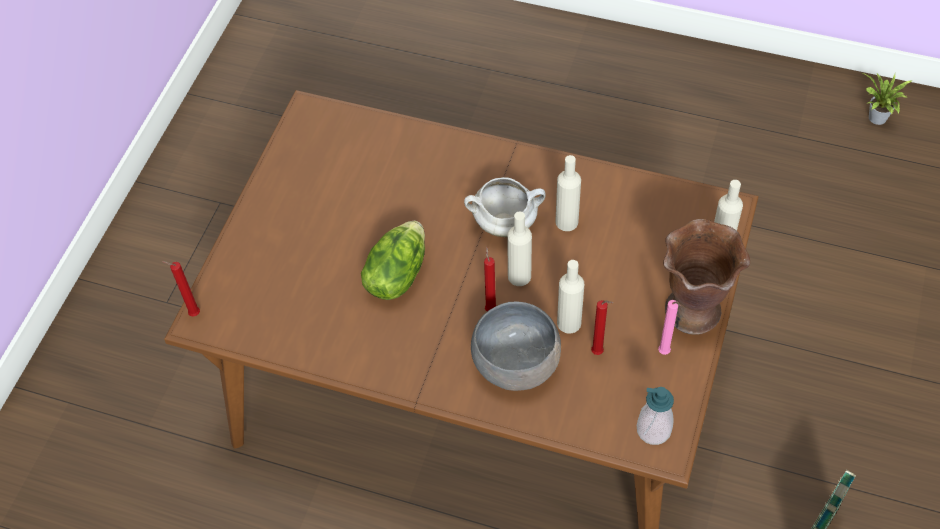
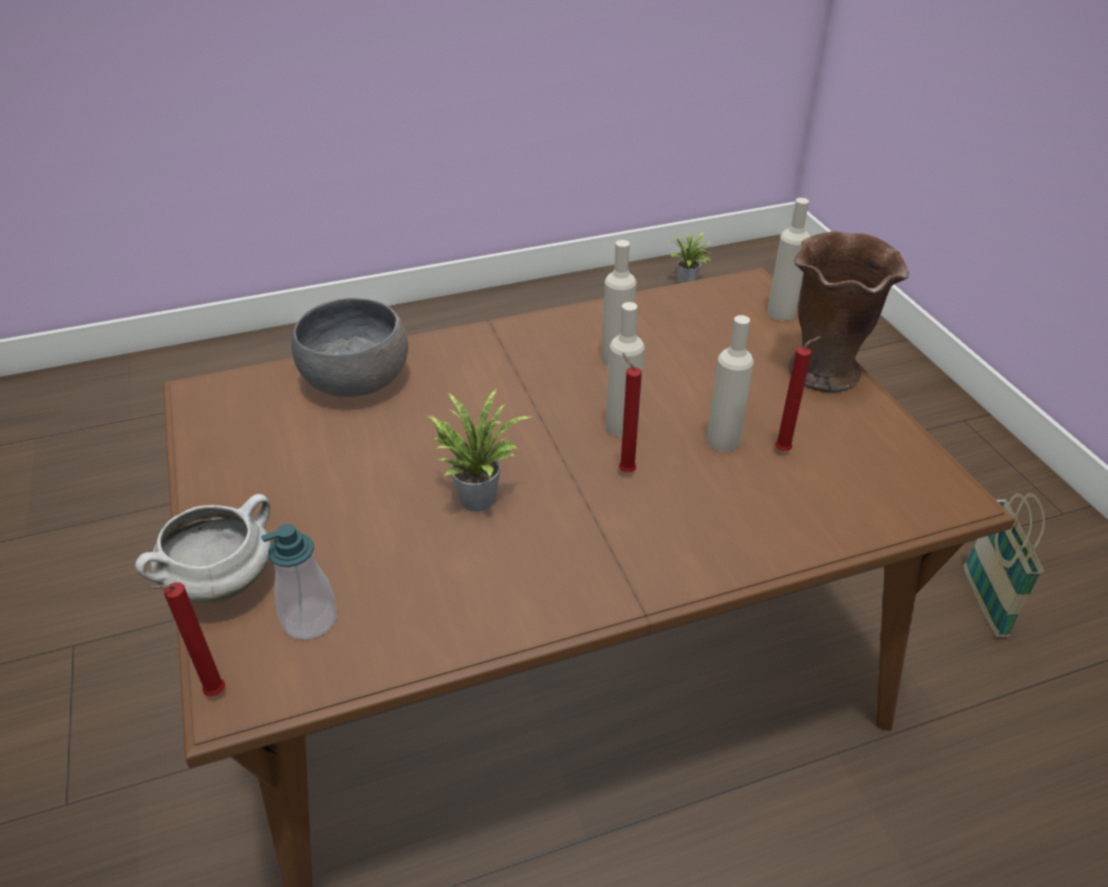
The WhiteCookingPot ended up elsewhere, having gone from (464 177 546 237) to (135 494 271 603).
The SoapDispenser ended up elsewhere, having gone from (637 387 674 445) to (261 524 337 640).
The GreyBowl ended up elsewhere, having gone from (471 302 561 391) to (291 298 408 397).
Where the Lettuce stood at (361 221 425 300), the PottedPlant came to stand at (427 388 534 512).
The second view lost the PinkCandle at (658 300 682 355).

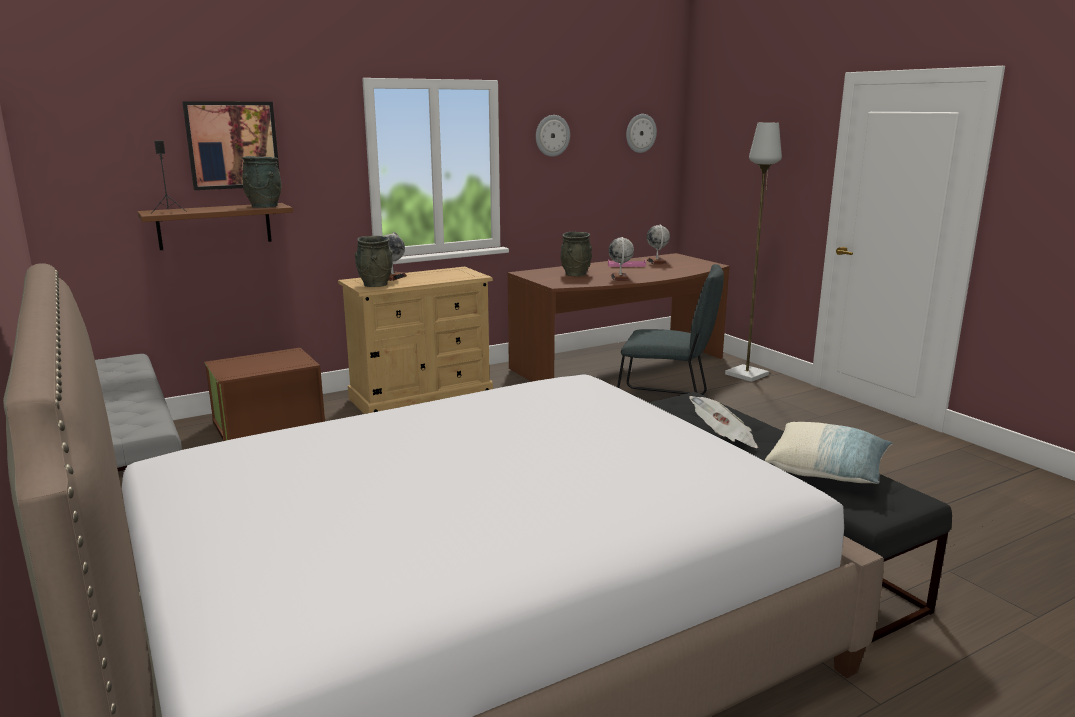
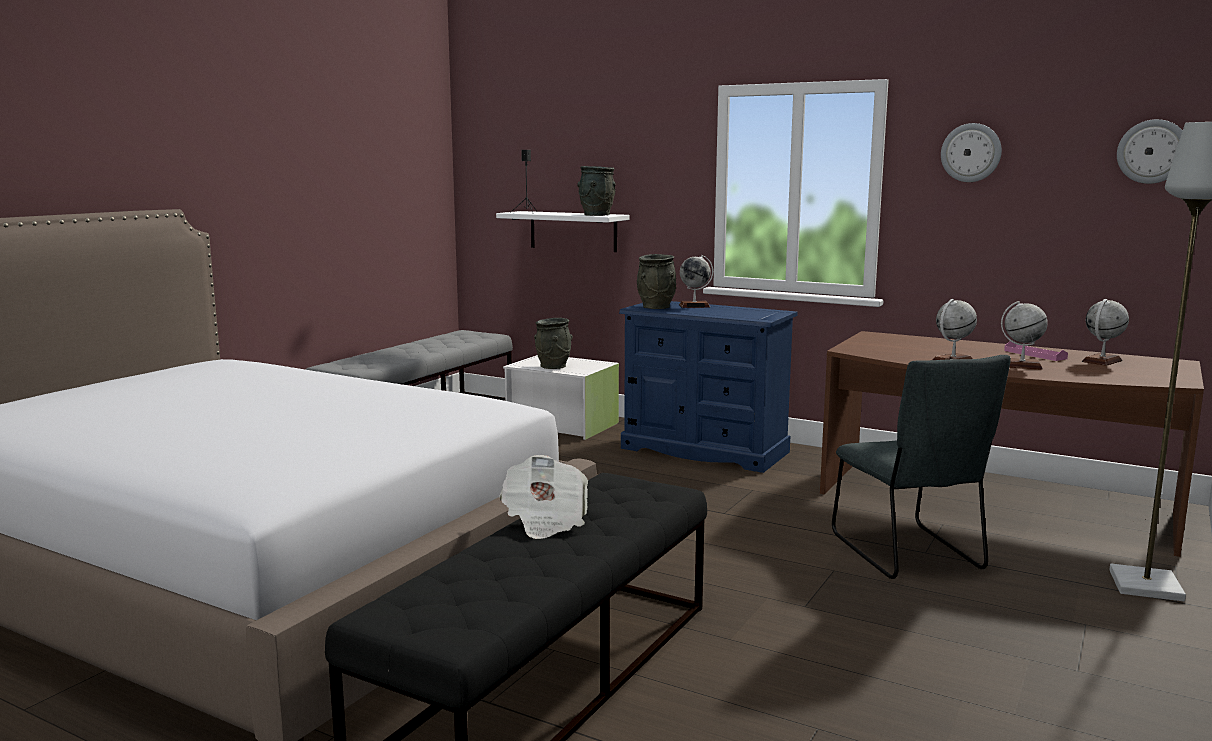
What was the BrownShelf at (137 203 293 250) turned into the WhiteShelf at (496 211 629 252).
What was the BrownStorageBox at (204 348 325 441) turned into the WhiteStorageBox at (503 355 619 440).
The GreyVase ended up elsewhere, having gone from (560 232 592 277) to (534 318 573 369).
What was the BeigeDresser at (338 267 493 414) turned into the BlueDresser at (619 301 798 473).
The second view gained the Globe at (1001 301 1048 370).
The second view lost the Picture at (182 101 279 190).
The second view lost the Pillow at (765 422 893 484).

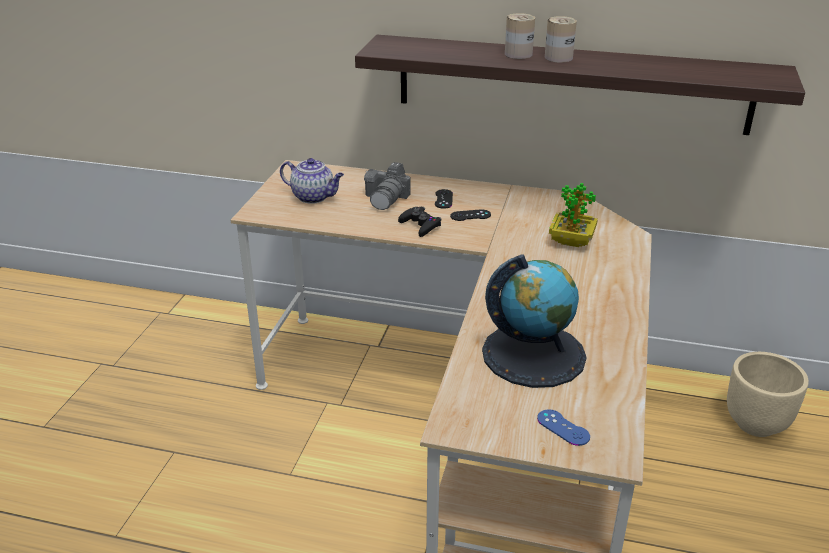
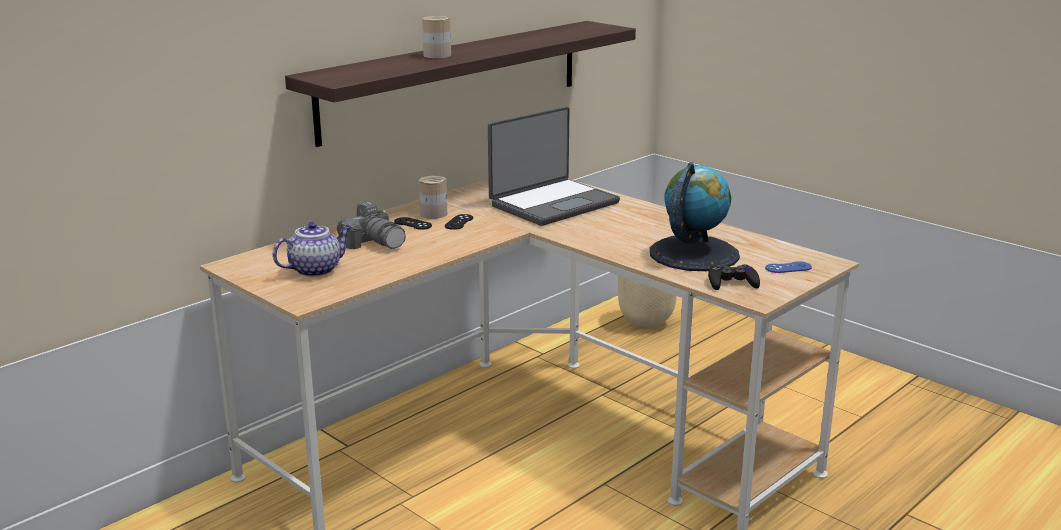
The Can ended up elsewhere, having gone from (545 16 577 62) to (419 176 447 219).
Where the PottedPlant stood at (549 183 598 247), the Laptop came to stand at (488 106 620 226).
The BlackGameController ended up elsewhere, having gone from (398 207 442 237) to (708 264 760 290).

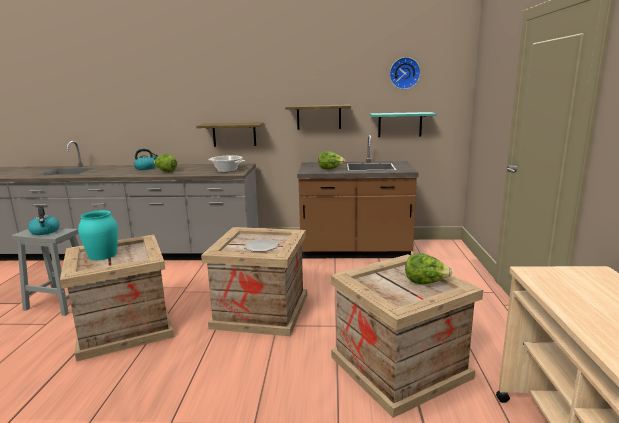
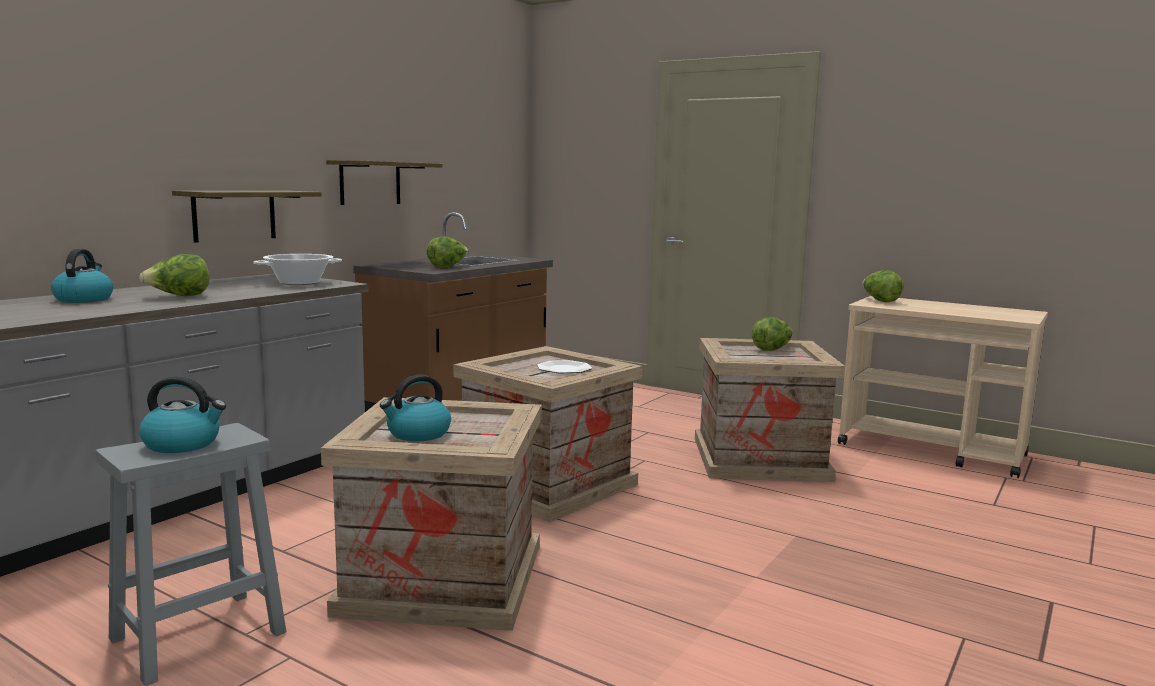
Where the TurquoiseVase stood at (78 210 118 260), the Kettle came to stand at (380 374 451 441).
The second view gained the Lettuce at (862 270 904 302).
The second view lost the TurquoiseShelf at (370 112 436 137).
The second view lost the WallClock at (390 57 421 89).

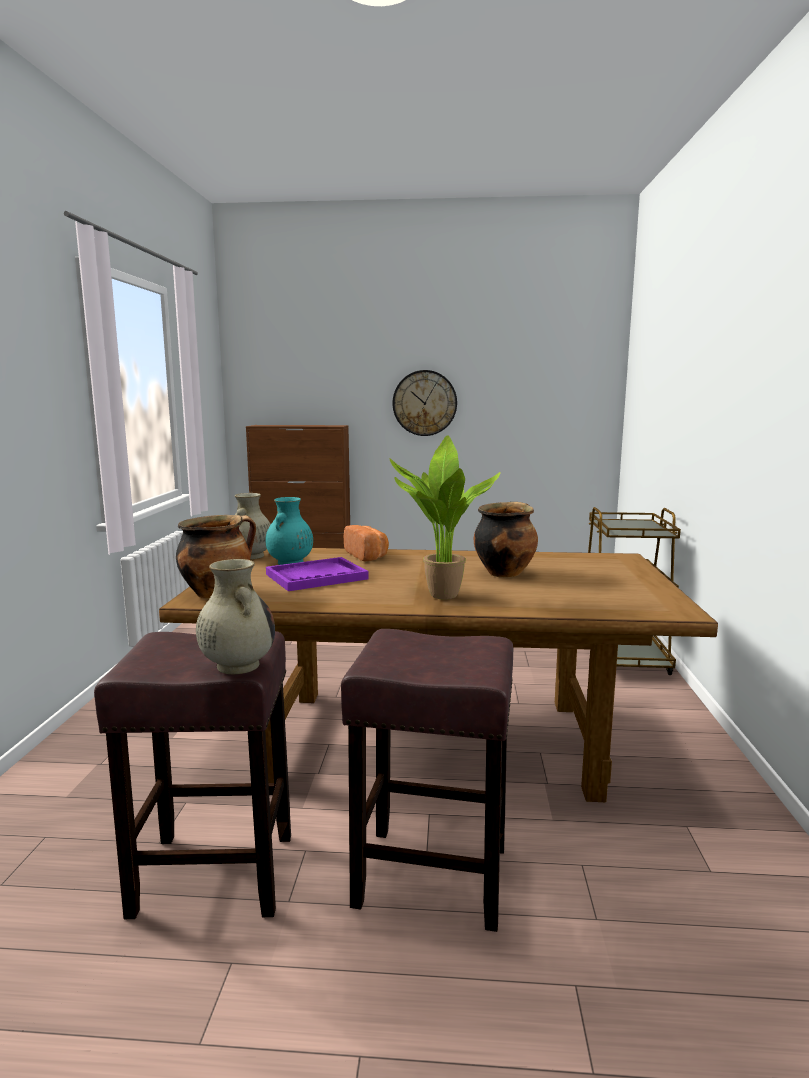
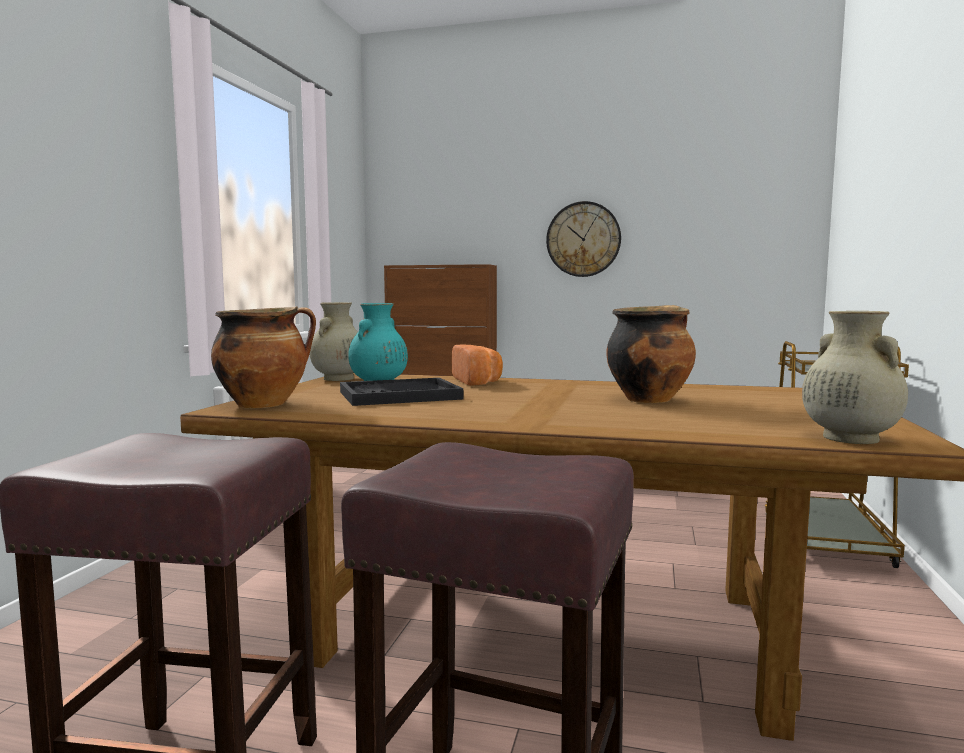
What was the PurpleTray at (266 557 369 591) turned into the BlackTray at (340 378 463 406).
The BeigeVase ended up elsewhere, having gone from (196 559 275 674) to (802 311 908 444).
The second view lost the PottedPlant at (389 436 501 600).

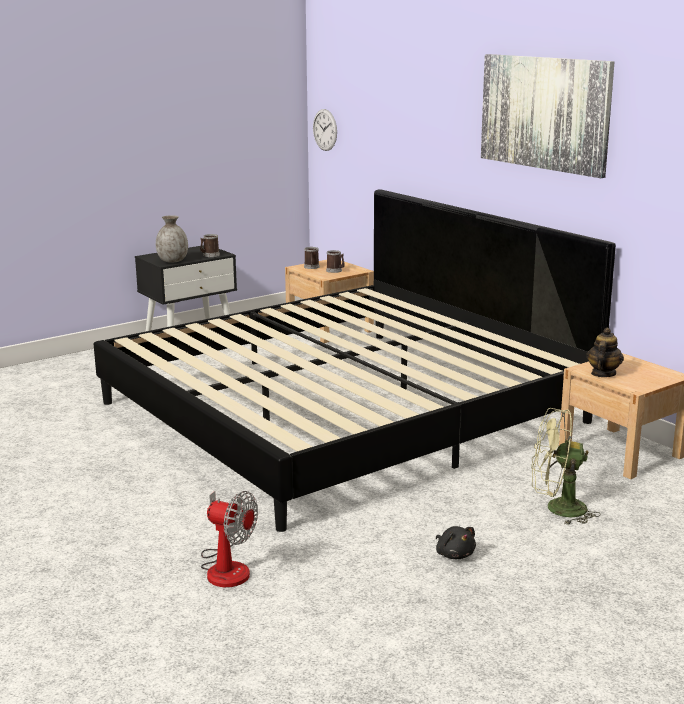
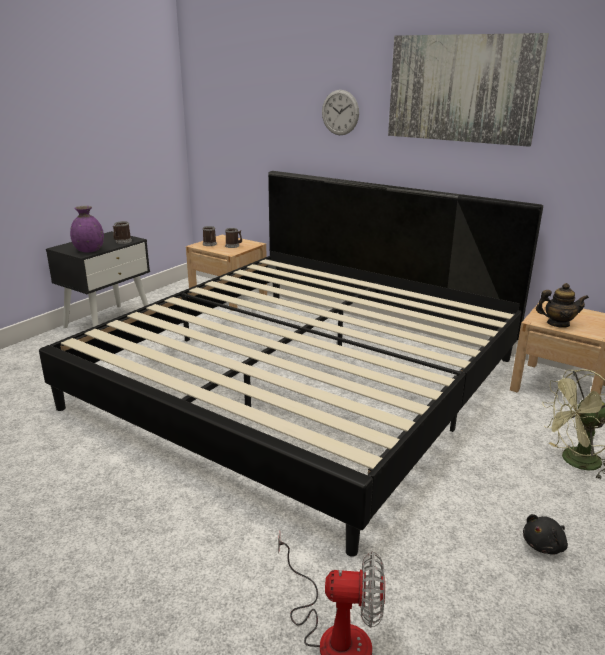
What was the GreyVase at (156 215 188 263) turned into the PurpleVase at (70 206 104 252).
The WallClock ended up elsewhere, having gone from (313 109 337 151) to (322 90 359 135).
The BlackPlushToy at (436 526 476 559) ended up facing another way, 105 degrees clockwise from before.
The Teapot at (587 328 624 377) ended up facing another way, 90 degrees clockwise from before.

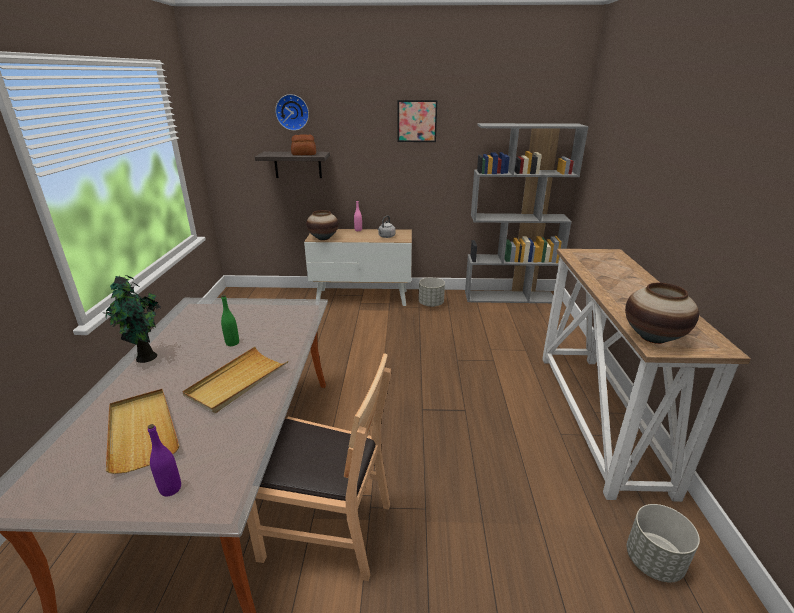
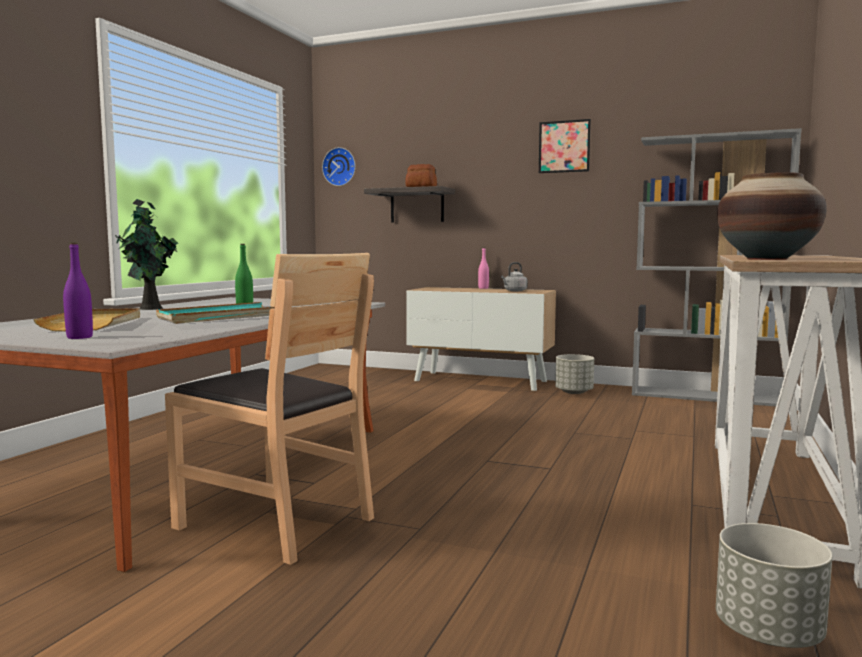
What was the BeigeTray at (182 347 288 413) turned into the TurquoiseTray at (156 302 275 324).
The WallClock ended up elsewhere, having gone from (275 94 309 131) to (322 147 356 186).
The second view lost the Vase at (306 210 338 240).

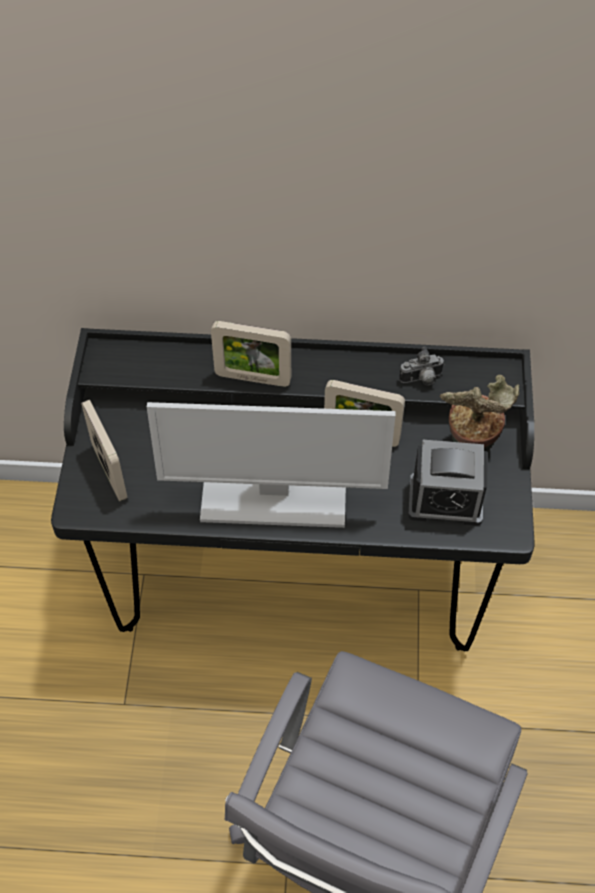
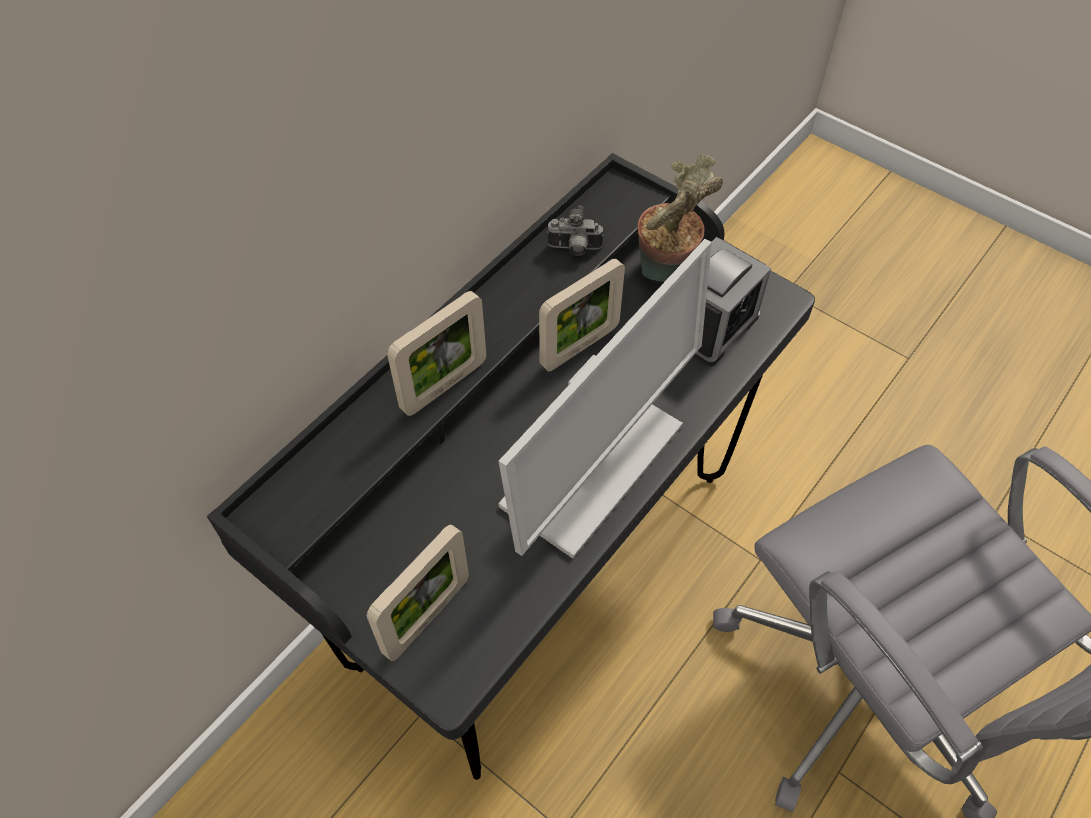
The PictureFrame at (81 400 128 502) ended up facing another way, 120 degrees clockwise from before.
The PhotoCamera at (399 347 445 385) ended up facing another way, 75 degrees clockwise from before.

